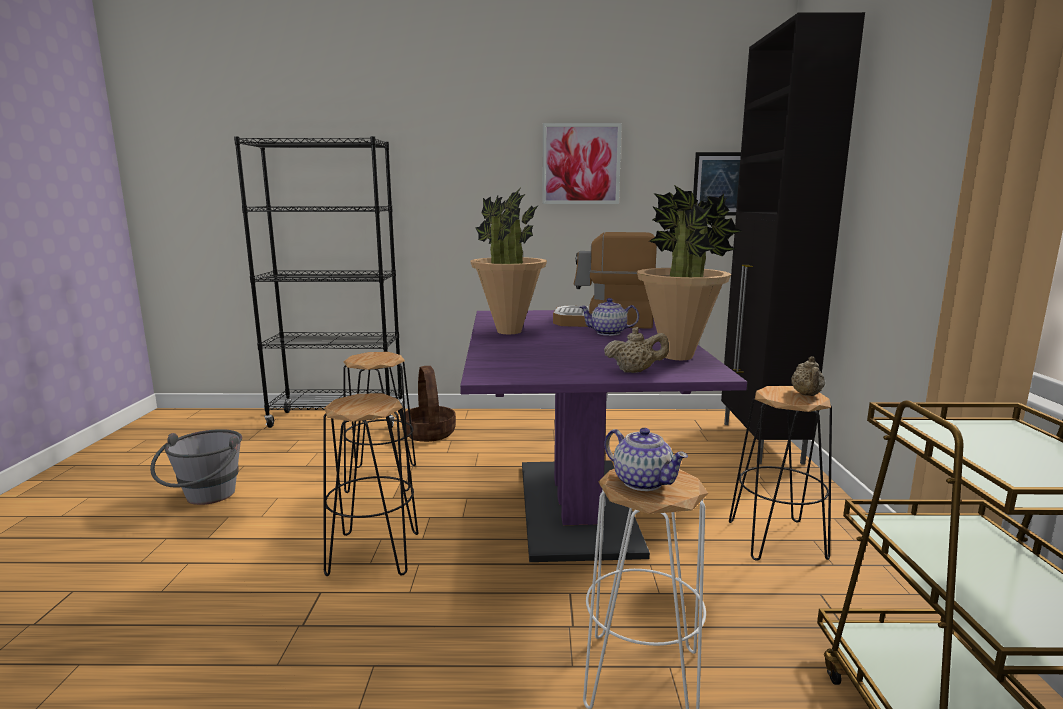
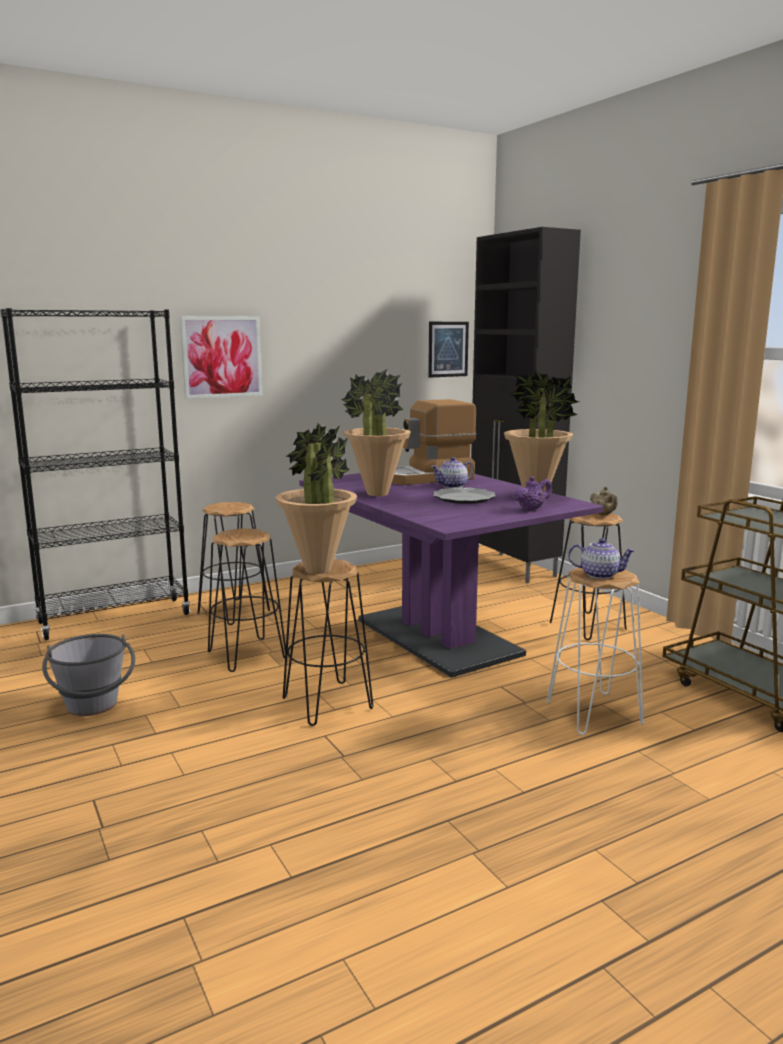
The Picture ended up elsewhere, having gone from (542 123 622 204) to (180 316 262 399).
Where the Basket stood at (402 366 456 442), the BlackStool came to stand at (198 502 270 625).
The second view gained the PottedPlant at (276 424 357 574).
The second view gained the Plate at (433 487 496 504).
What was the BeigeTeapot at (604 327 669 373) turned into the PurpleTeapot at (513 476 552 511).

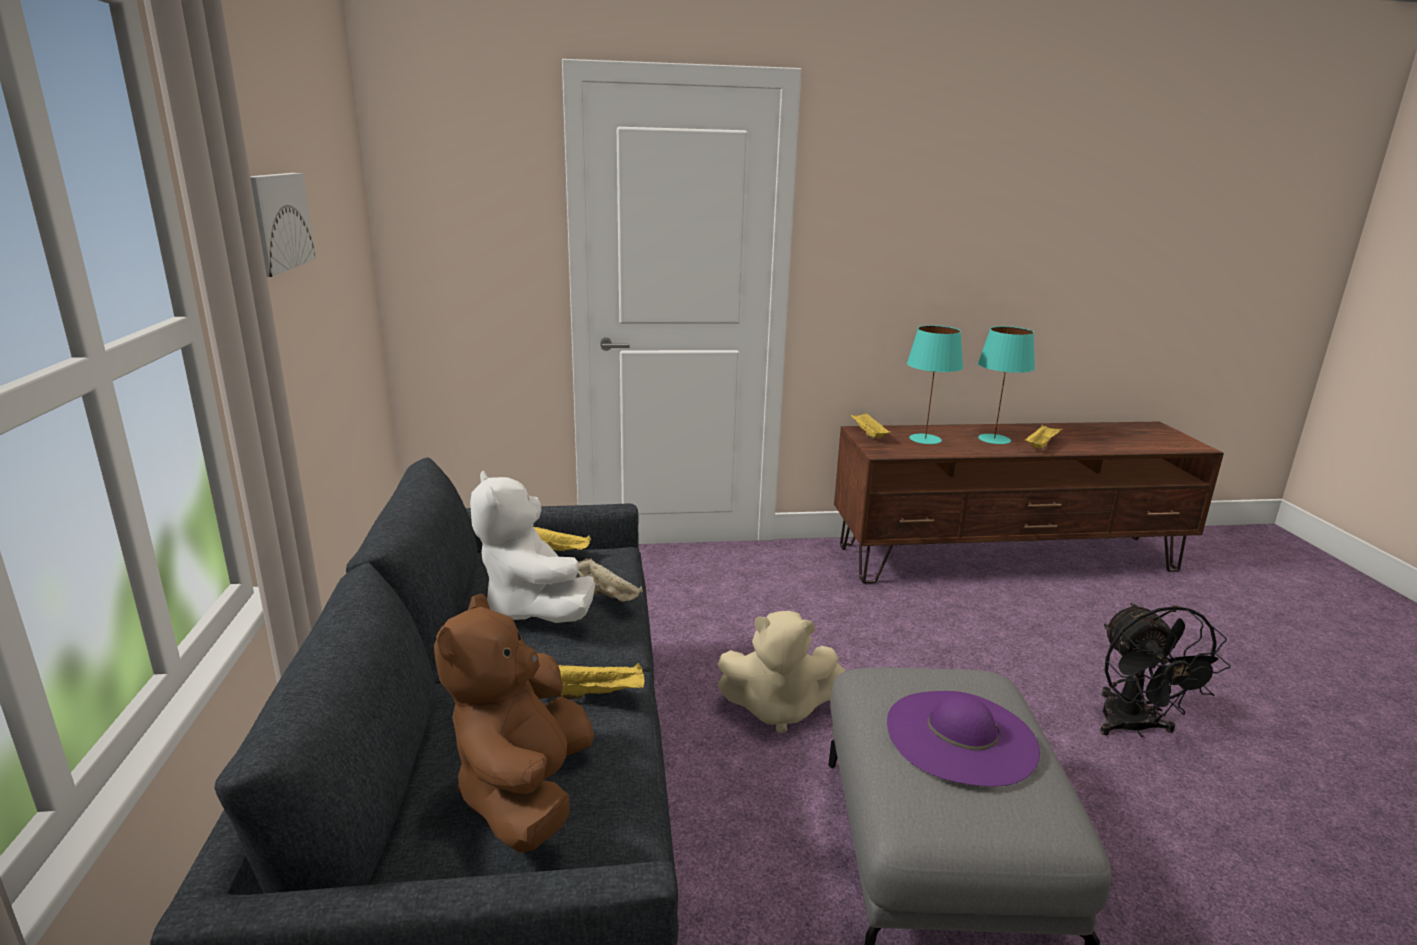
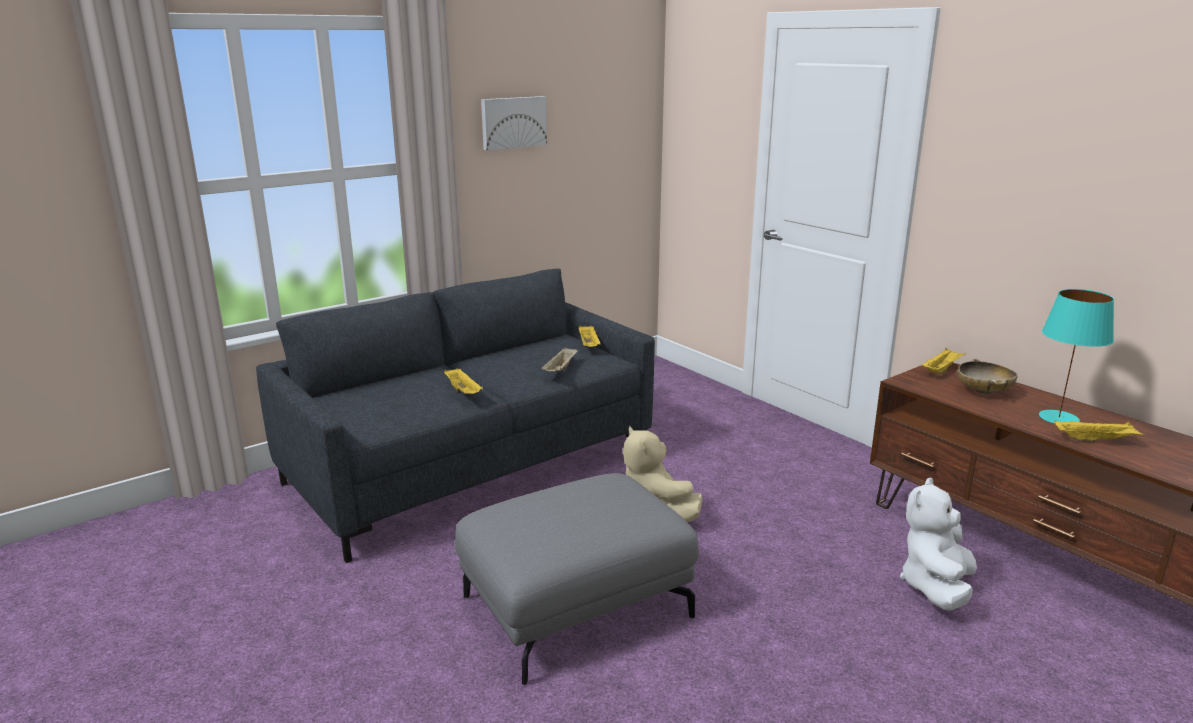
The WhitePlushToy ended up elsewhere, having gone from (470 470 595 623) to (900 478 977 611).
Where the TurquoiseTableLamp stood at (907 325 963 444), the BeigeBowl came to stand at (958 359 1018 394).
The second view lost the BrownPlushToy at (434 593 594 853).
The second view lost the PurpleHat at (887 691 1040 787).
The second view lost the BlackFan at (1100 603 1231 737).

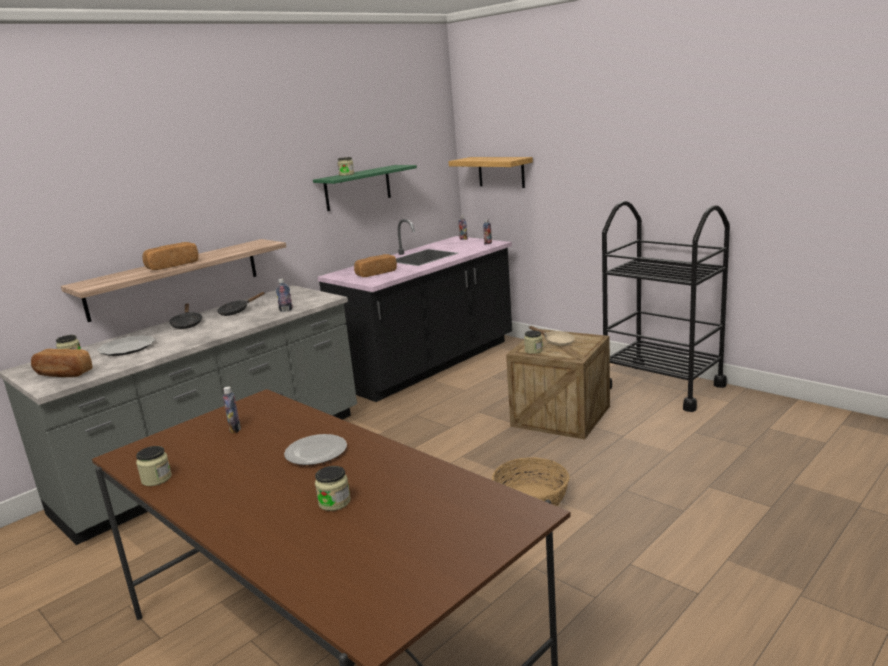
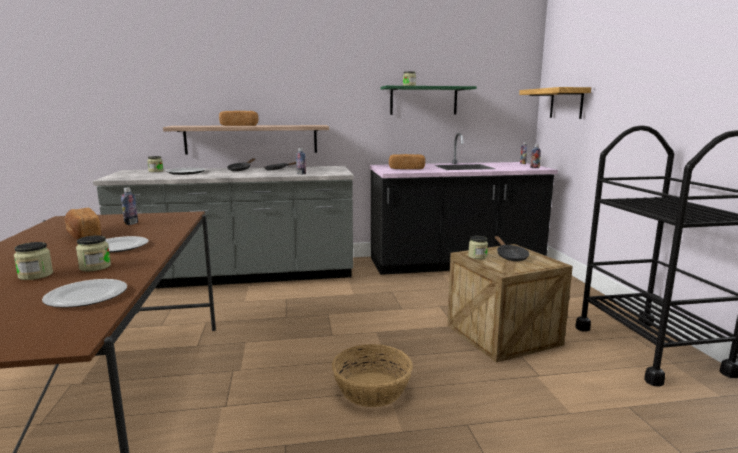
The second view gained the Plate at (42 279 127 308).
The Bread ended up elsewhere, having gone from (31 349 92 377) to (65 208 101 240).
The Jar ended up elsewhere, having gone from (136 446 172 486) to (76 235 111 271).
What was the BeigeFryingPan at (529 326 575 346) turned into the BlackFryingPan at (495 236 529 261).

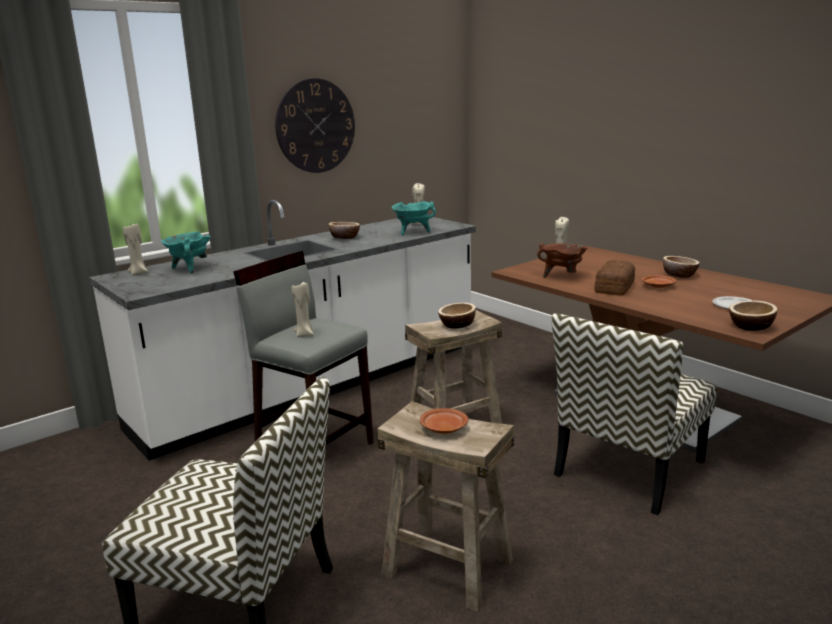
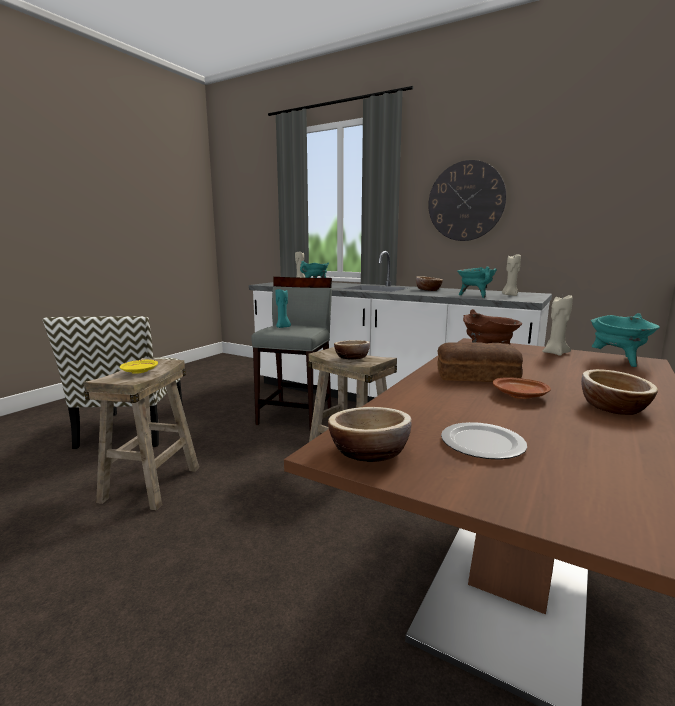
What was the BrownPlate at (420 408 468 434) turned into the YellowPlate at (120 360 158 374).
What was the BeigeCandle at (292 281 314 338) turned into the TurquoiseCandle at (276 288 291 328).
The second view gained the TurquoiseCookingPot at (591 313 660 367).
The second view lost the Chair at (551 313 717 515).

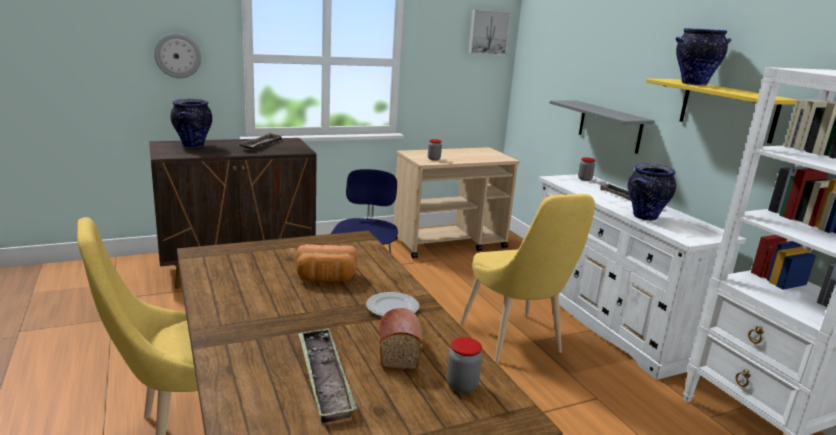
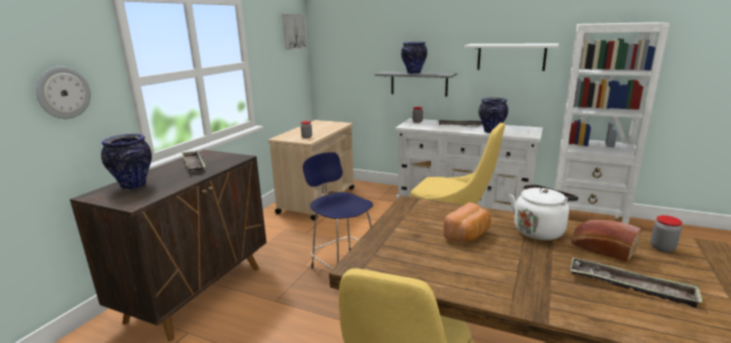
The Vase ended up elsewhere, having gone from (676 28 732 86) to (401 42 427 74).
What was the YellowShelf at (646 79 797 144) turned into the WhiteShelf at (464 43 559 71).
Where the Plate stood at (366 292 420 317), the WhiteKettle came to stand at (510 184 578 240).

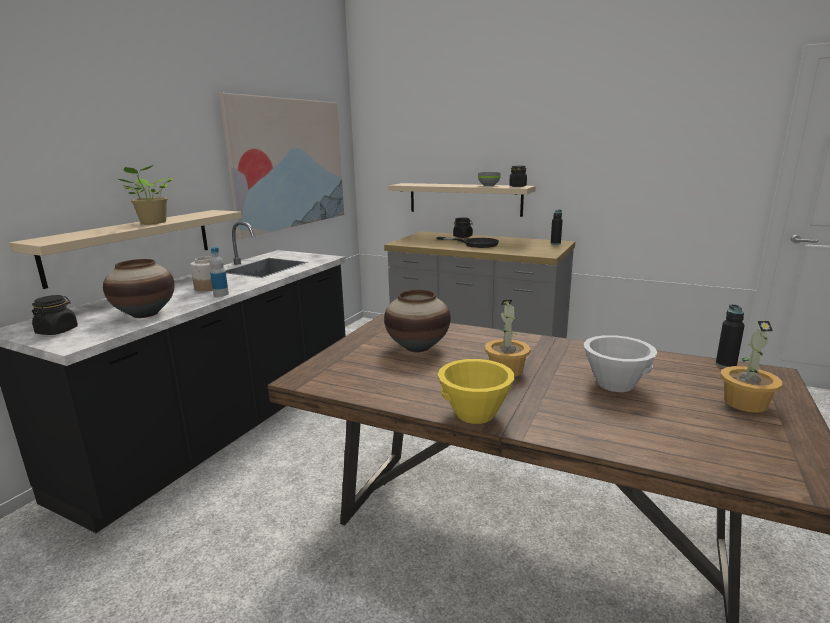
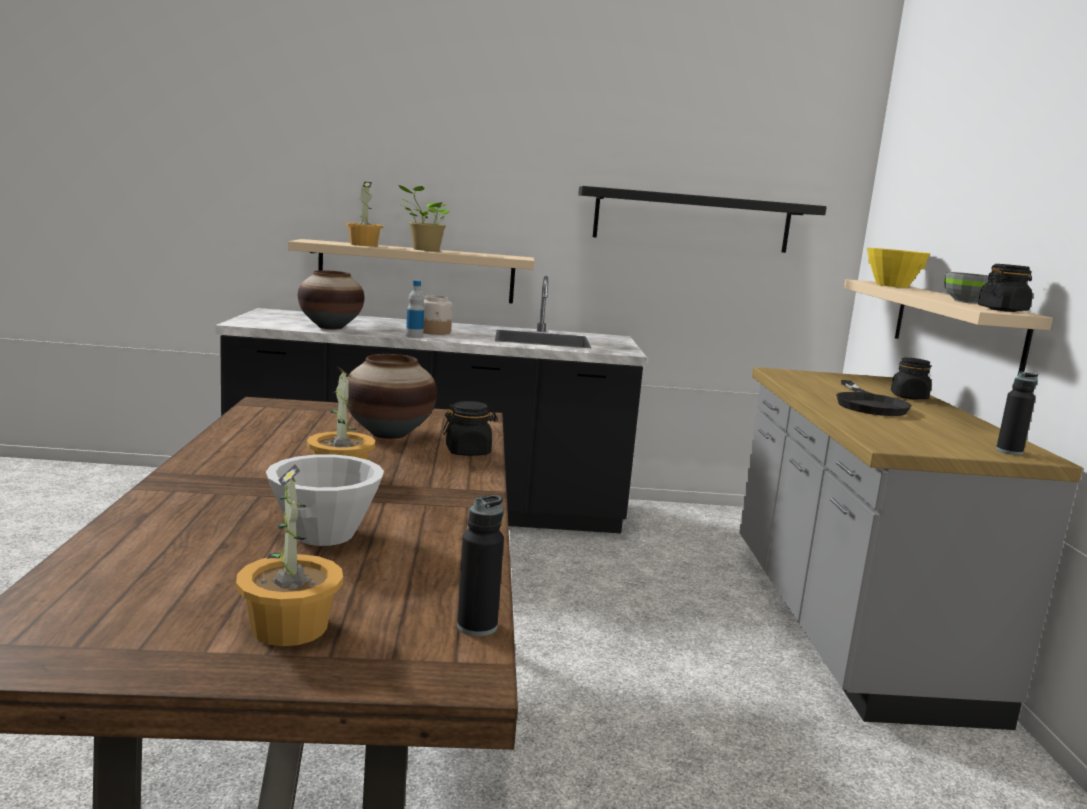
The second view gained the PottedPlant at (346 181 383 246).
The BlackJar ended up elsewhere, having gone from (32 295 78 335) to (442 401 498 456).
Where the Picture hung at (219 93 344 239), the BlackShelf came to hang at (578 186 827 253).
The YellowBowl ended up elsewhere, having gone from (438 359 515 424) to (867 248 931 288).

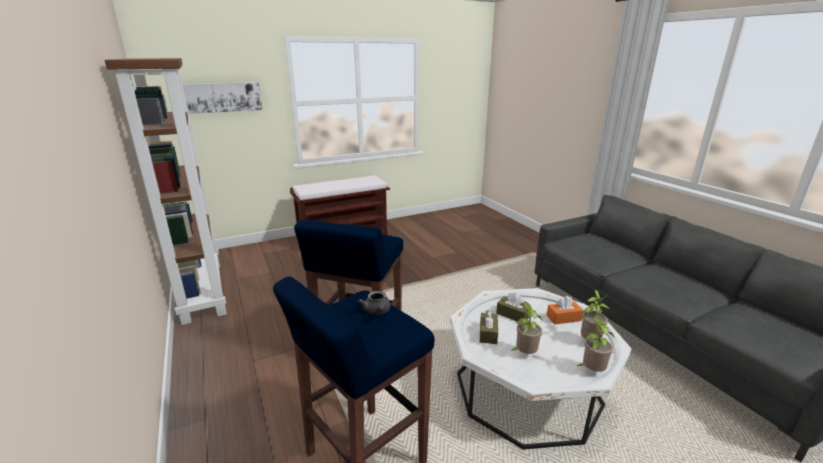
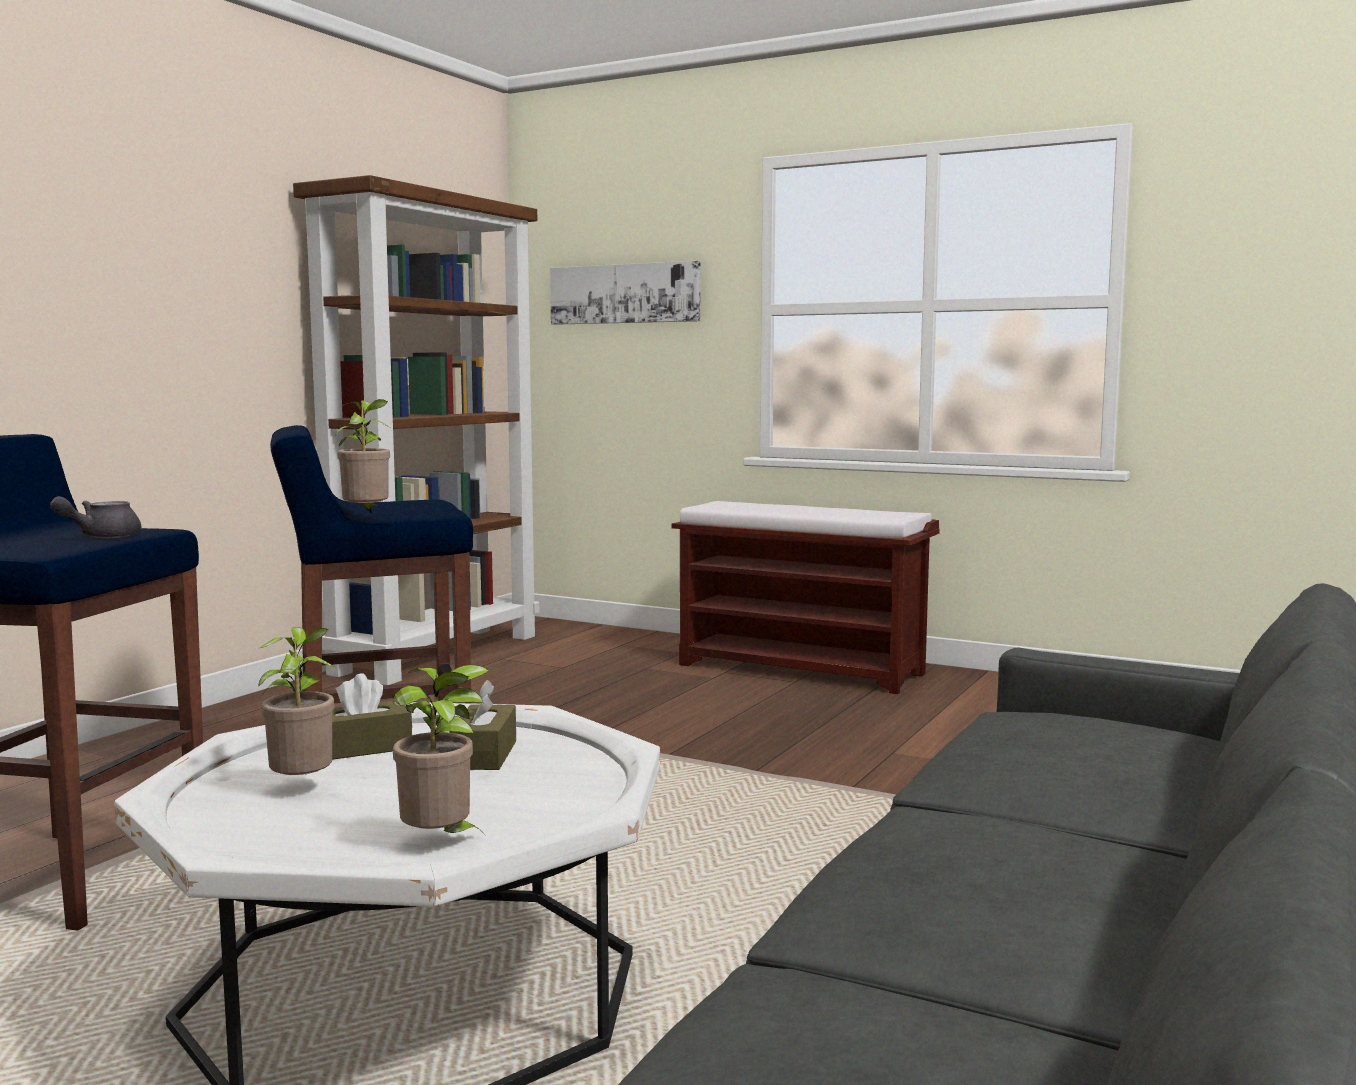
The PottedPlant ended up elsewhere, having gone from (577 316 614 372) to (335 399 392 513).
The second view lost the OrangeTissueBox at (547 296 584 325).

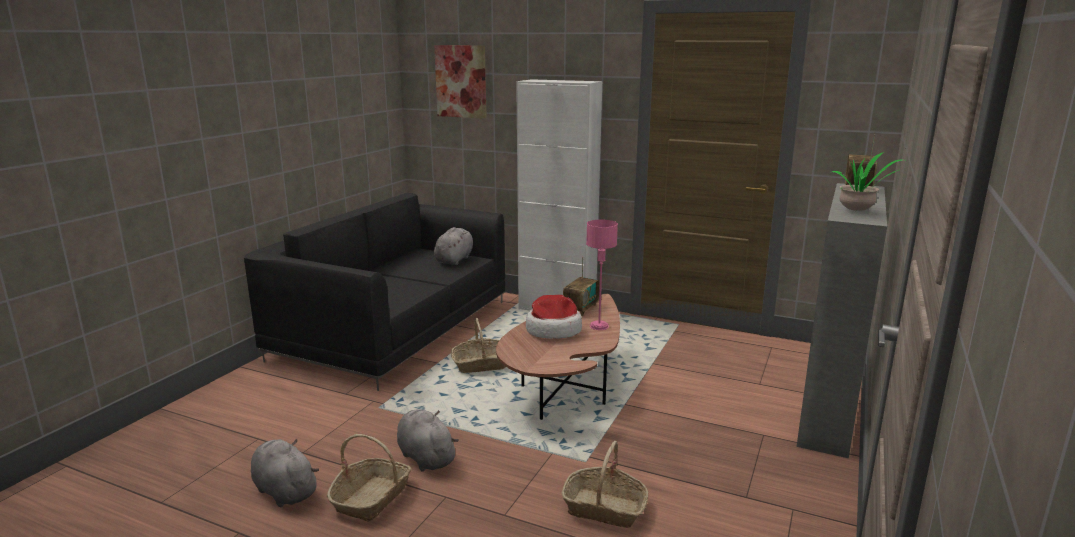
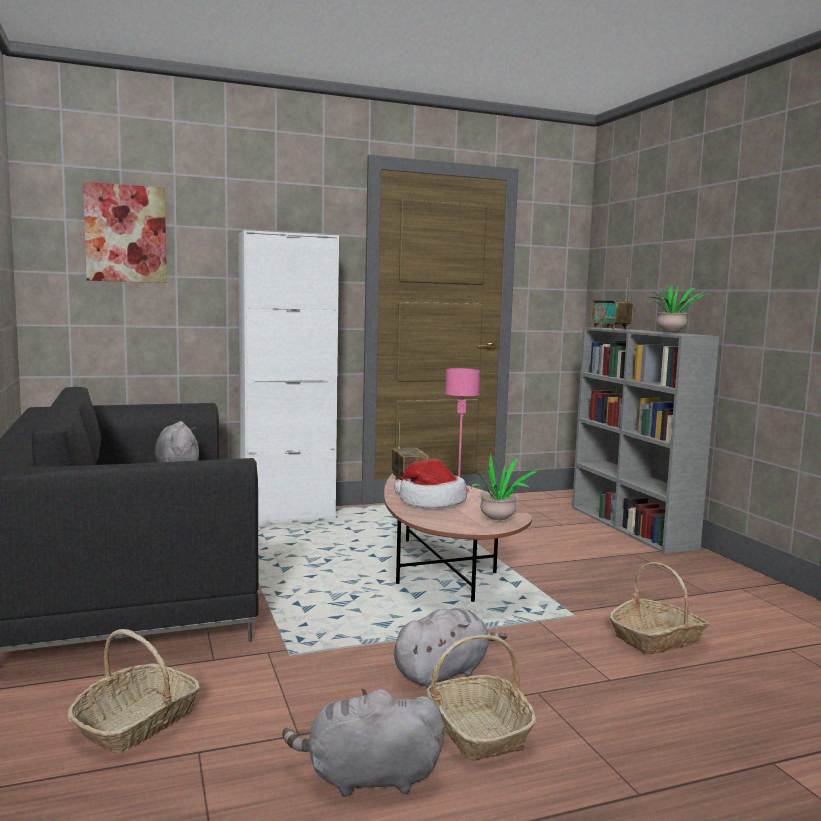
The Basket ended up elsewhere, having gone from (451 318 506 373) to (68 629 200 753).
The GreyPlushToy at (397 409 459 472) ended up facing another way, 135 degrees clockwise from before.
The second view gained the PottedPlant at (467 455 538 520).

